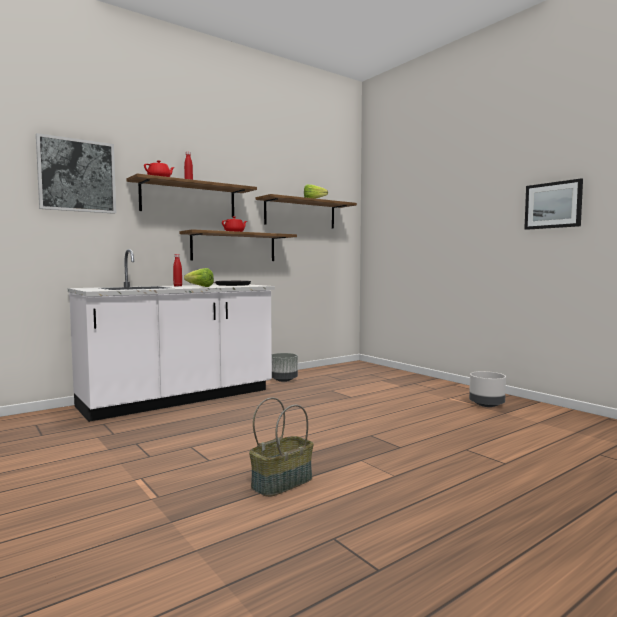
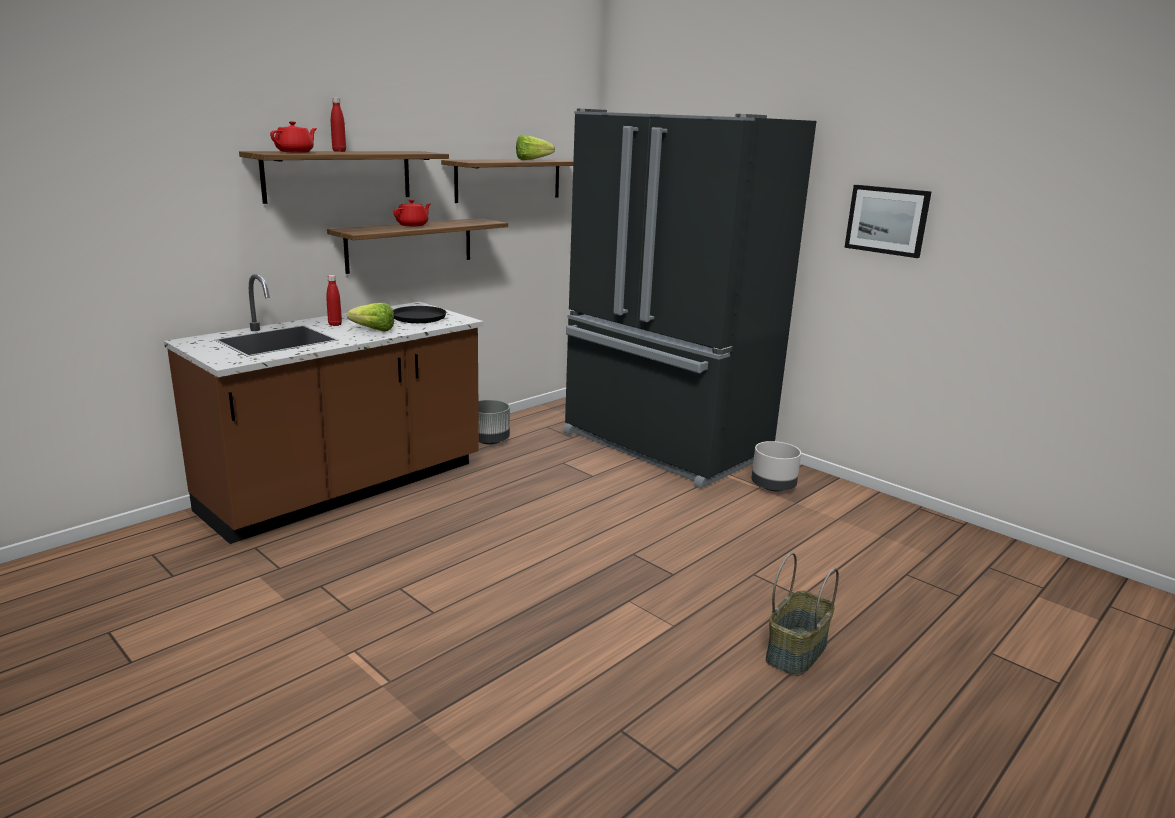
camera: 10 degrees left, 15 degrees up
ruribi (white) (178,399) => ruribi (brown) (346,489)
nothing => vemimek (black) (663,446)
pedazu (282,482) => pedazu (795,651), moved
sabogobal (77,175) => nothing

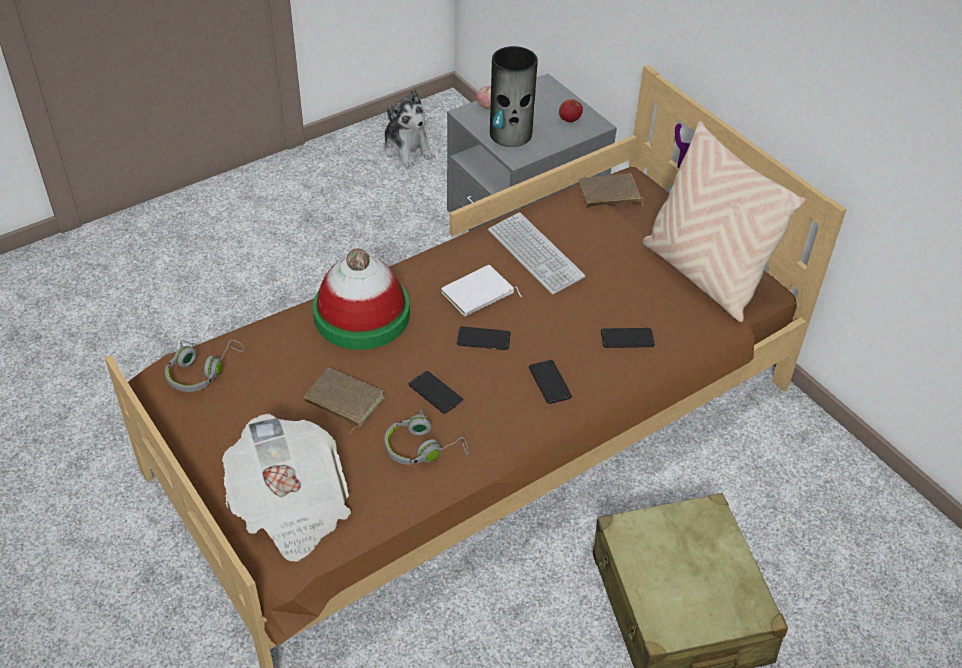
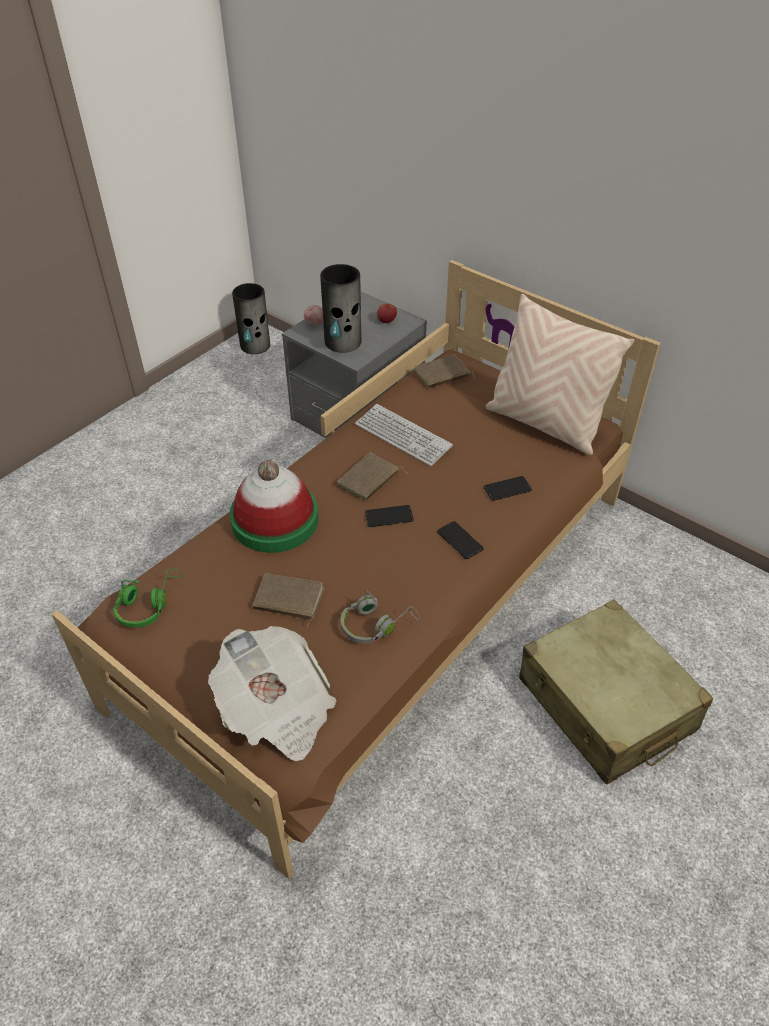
camera: 15 degrees left, 0 degrees up
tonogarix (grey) (202,371) => tonogarix (green) (147,604)
nothing => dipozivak (255,345)
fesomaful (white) (478,295) => fesomaful (brown) (369,480)
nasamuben (407,149) => nothing
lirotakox (435,393) => nothing

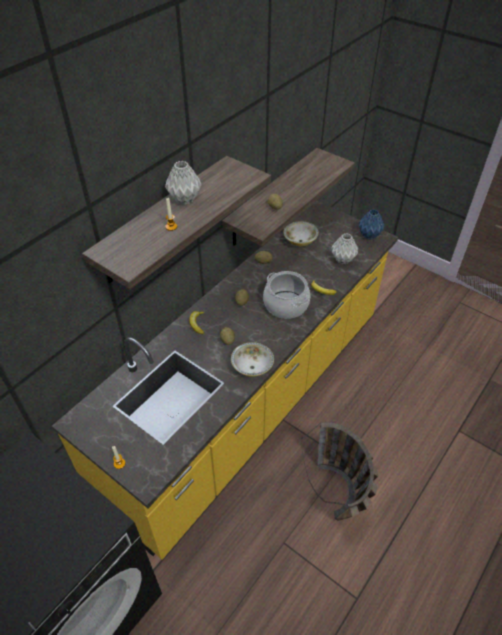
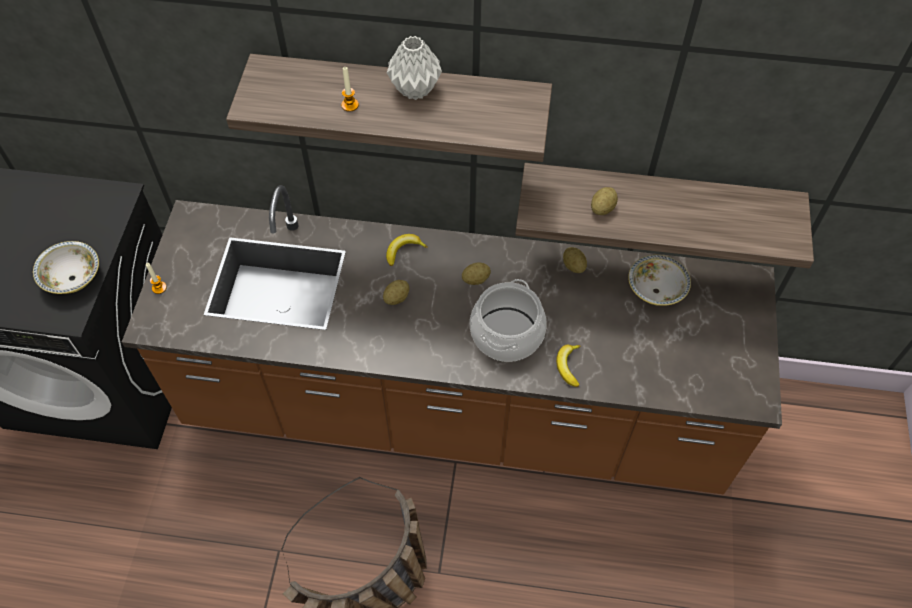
camera: 60 degrees right, 10 degrees up
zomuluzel (252,367) => zomuluzel (73,278), moved
ruribi (yellow) (251,403) => ruribi (brown) (456,409)
dipozivak (grey) (342,259) => nothing
dipozivak (blue) (369,235) => nothing

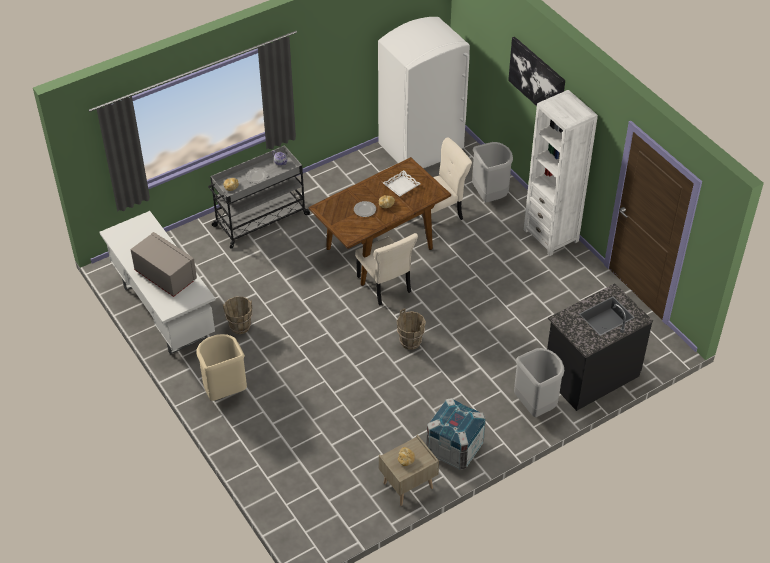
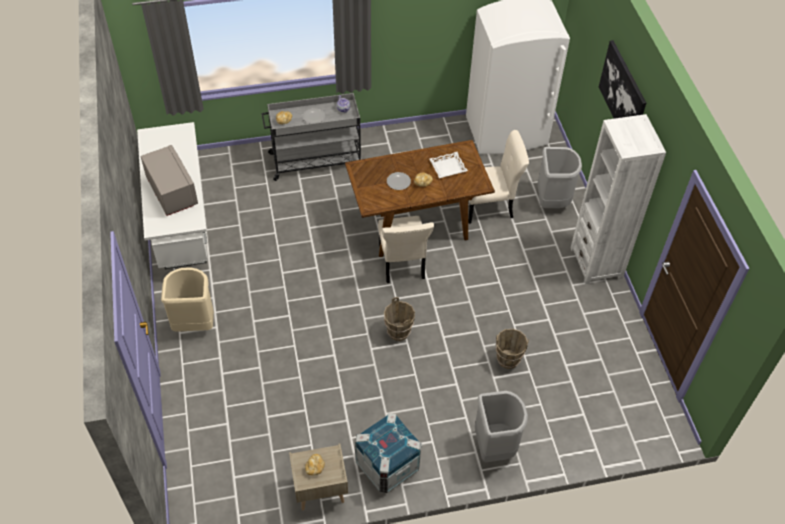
camera: 20 degrees right, 5 degrees up
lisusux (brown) (240,326) => lisusux (brown) (508,359), moved
ruribi (black) (590,375) => nothing

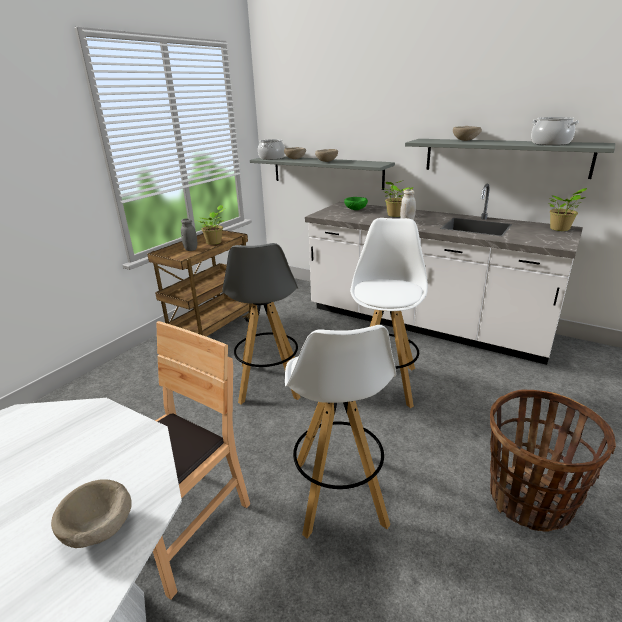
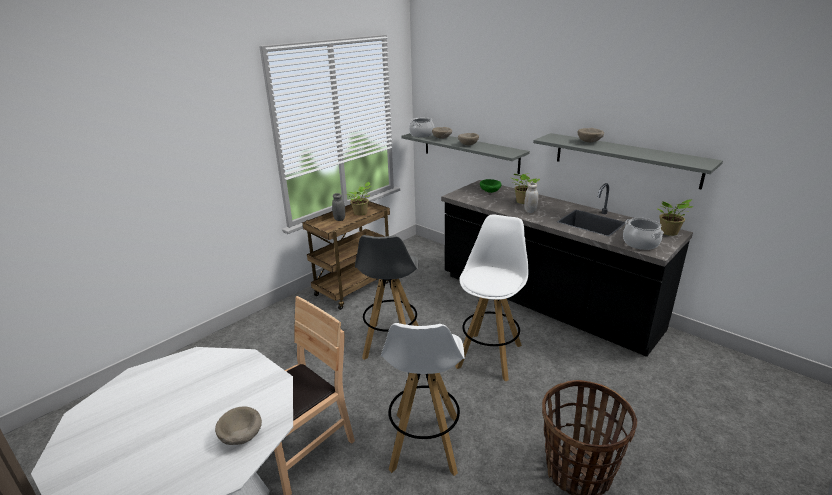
camera: 10 degrees right, 0 degrees up
ruribi (white) (423,324) => ruribi (black) (545,303)
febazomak (550,143) => febazomak (640,243), moved

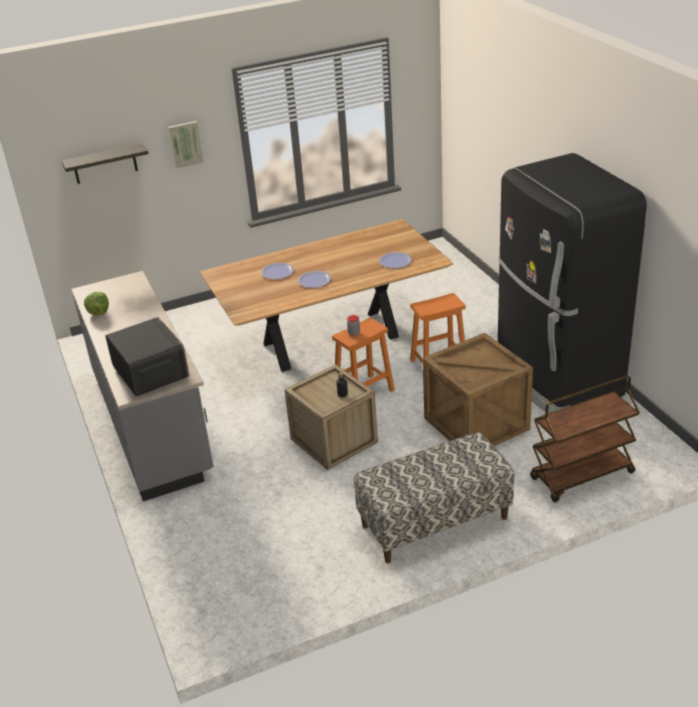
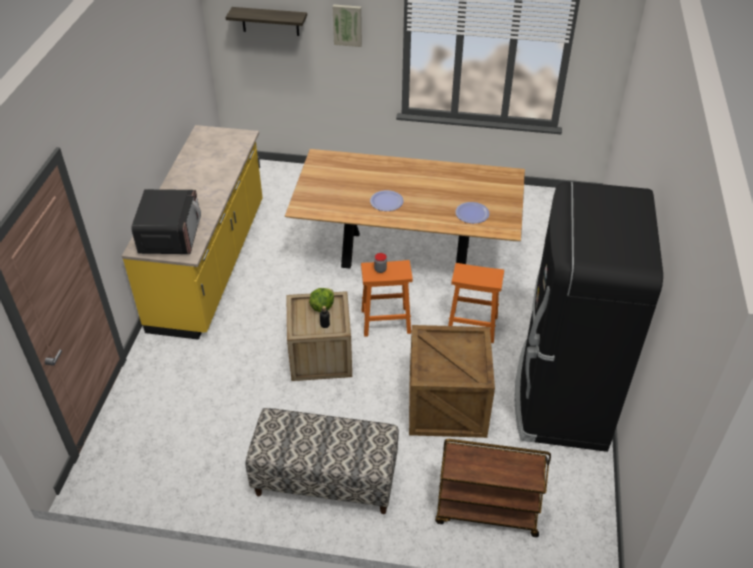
camera: 30 degrees right, 10 degrees up
ruribi (grey) (152,422) => ruribi (yellow) (210,265)
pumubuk (99,312) => pumubuk (322,307), moved
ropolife (277,272) => nothing

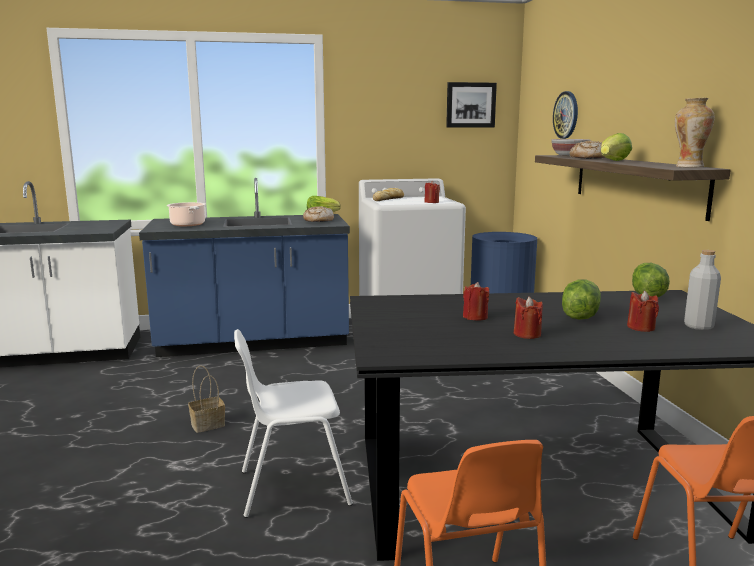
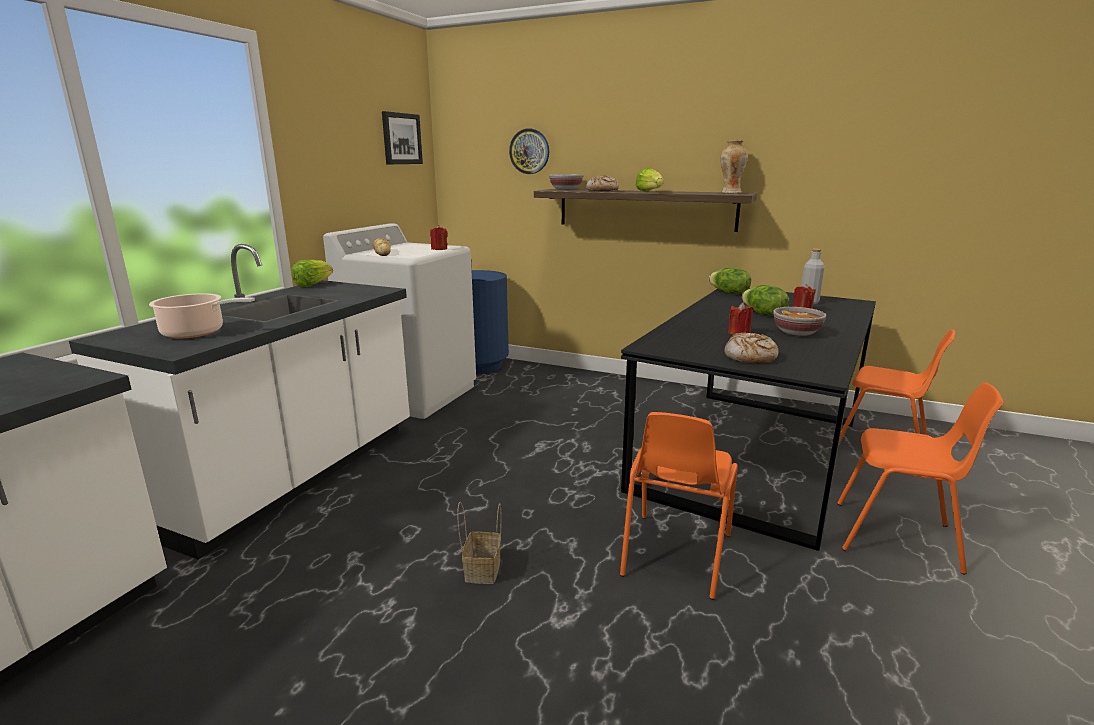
camera: 55 degrees left, 5 degrees up
ruribi (blue) (253,342) => ruribi (white) (292,476)
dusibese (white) (292,487) => dusibese (orange) (674,555)
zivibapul (318,220) => zivibapul (750,357), moved
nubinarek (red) (527,334) => zomuluzel (796,333)

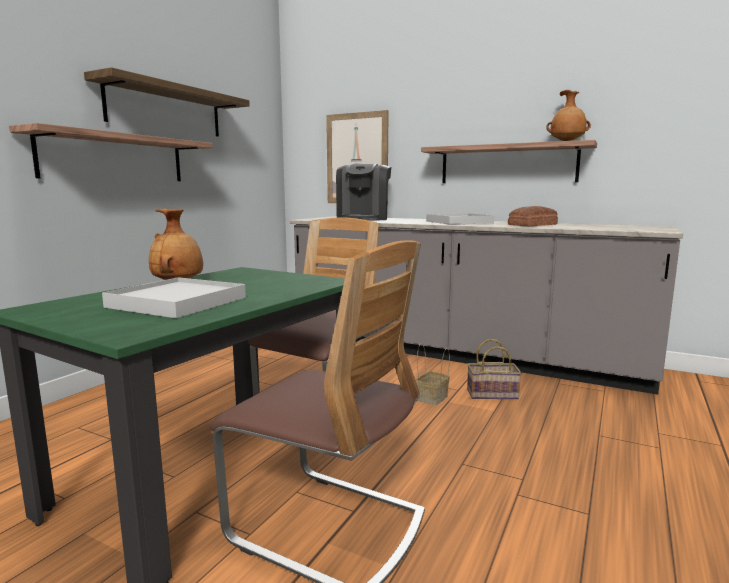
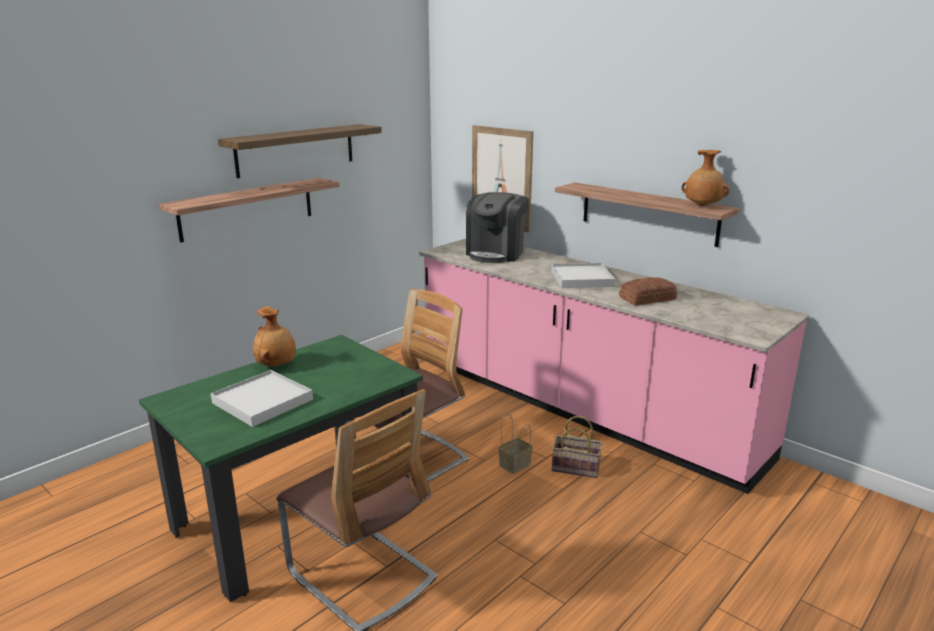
camera: 15 degrees right, 10 degrees up
ruribi (grey) (459,354) => ruribi (pink) (580,409)

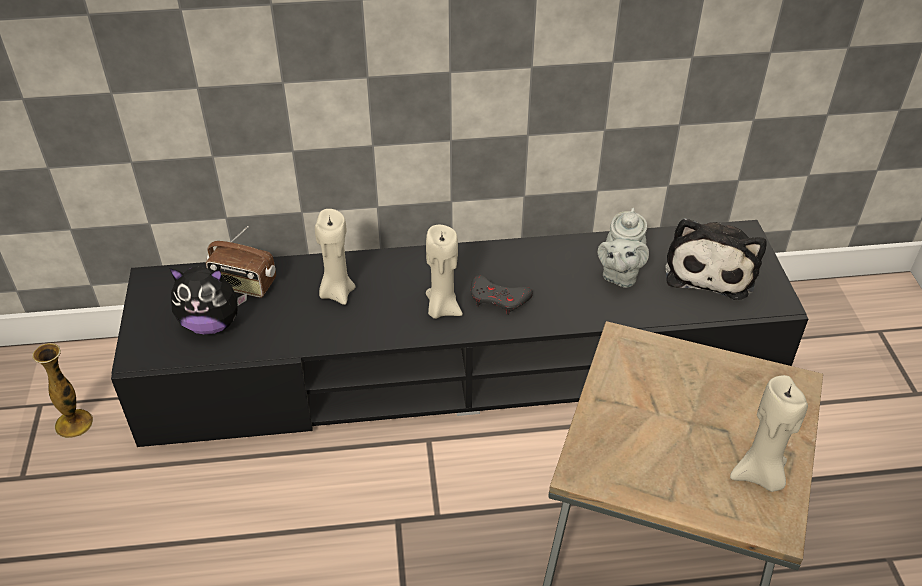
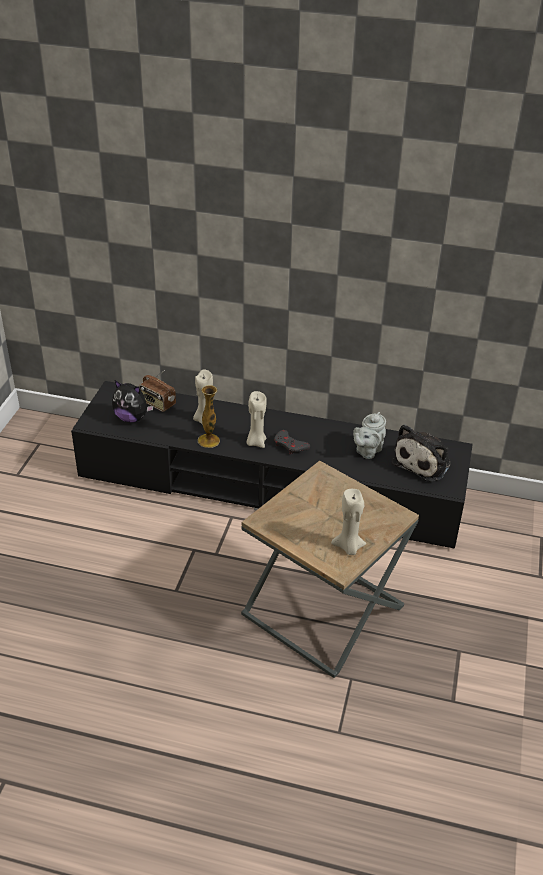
camera: 20 degrees right, 5 degrees down
dipozivak (74,423) => dipozivak (208,441), moved

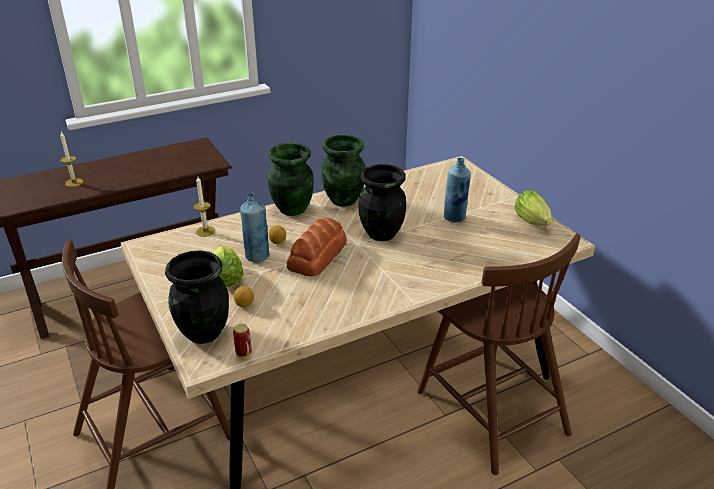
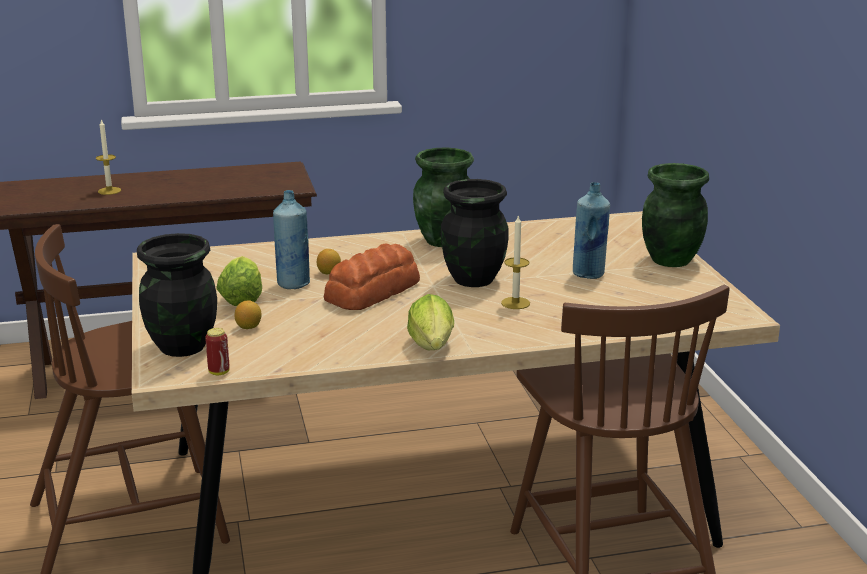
camera: 15 degrees right, 10 degrees down
pumubuk (533,223) => pumubuk (432,348), moved
nubinarek (205,231) => nubinarek (515,303), moved
dipozivak (green) (292,209) => dipozivak (green) (670,260), moved

